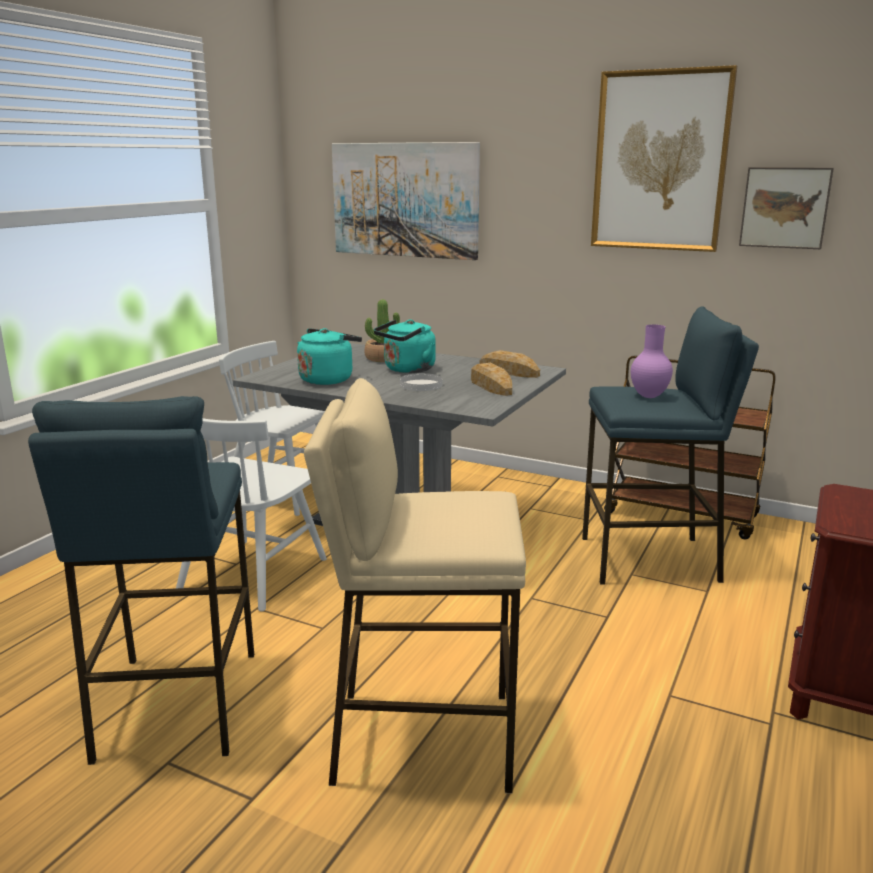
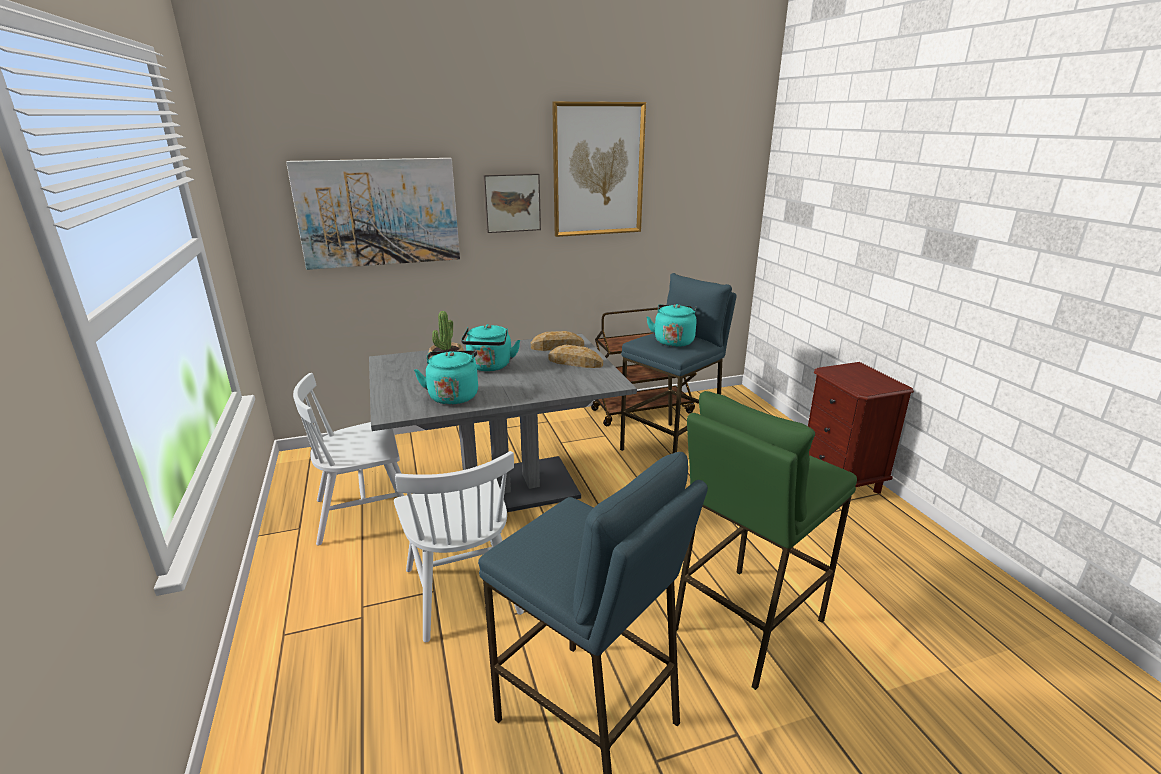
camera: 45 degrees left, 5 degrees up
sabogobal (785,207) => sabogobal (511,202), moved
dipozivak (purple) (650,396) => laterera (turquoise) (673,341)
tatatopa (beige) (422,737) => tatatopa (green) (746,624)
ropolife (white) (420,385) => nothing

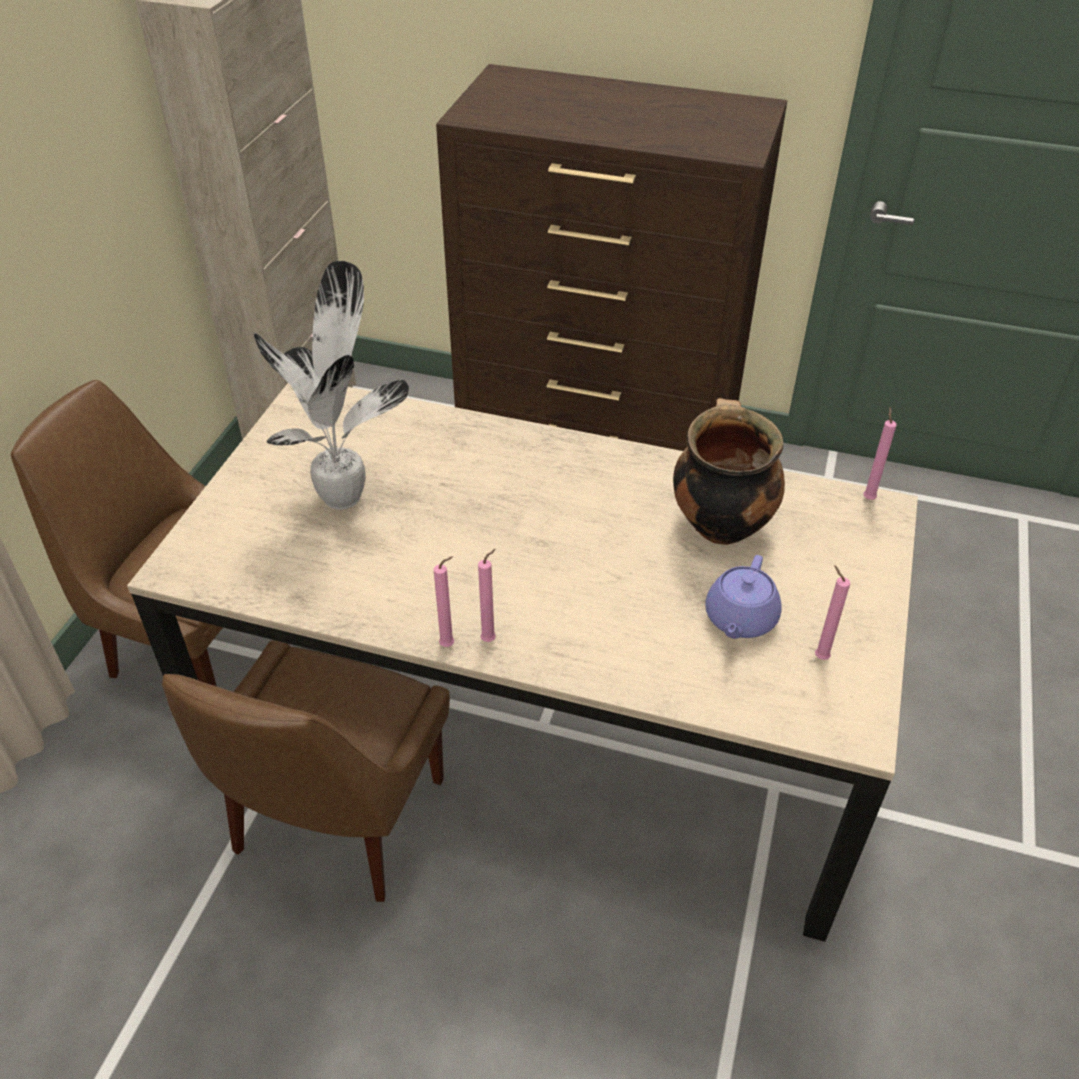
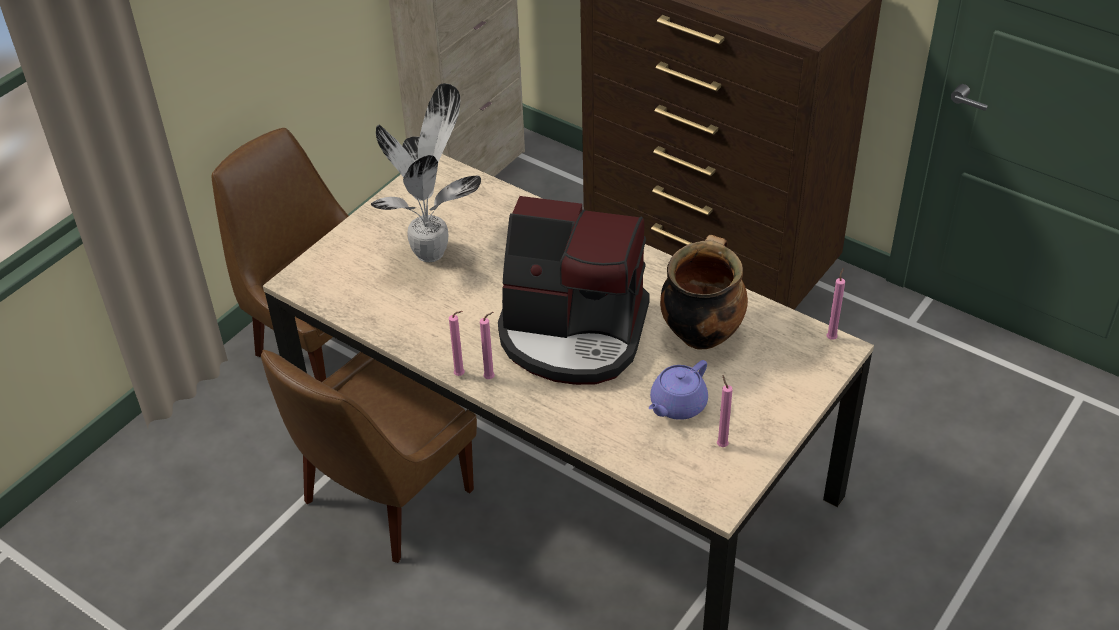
camera: 20 degrees right, 0 degrees up
nothing => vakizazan (573,334)

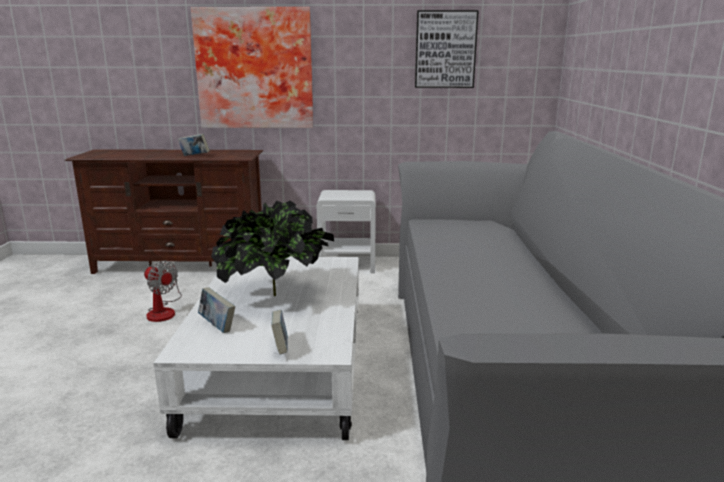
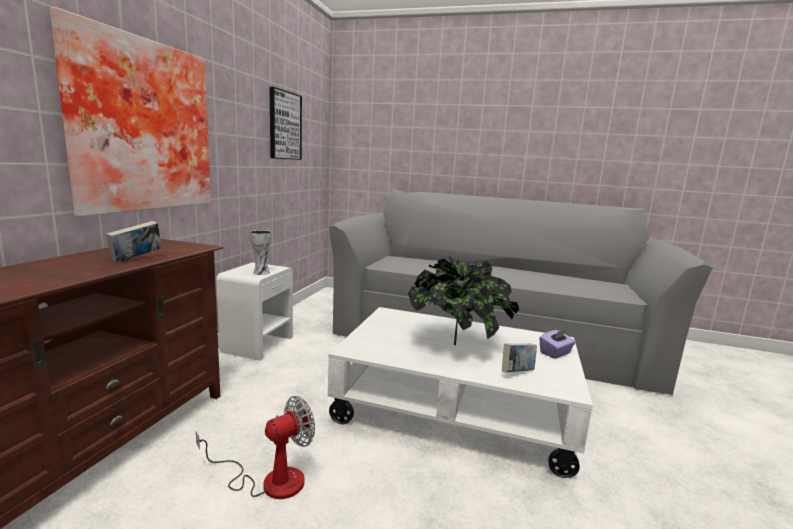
camera: 75 degrees left, 5 degrees down
nothing => dipozivak (262,272)
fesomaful (280,348) => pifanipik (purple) (555,353)

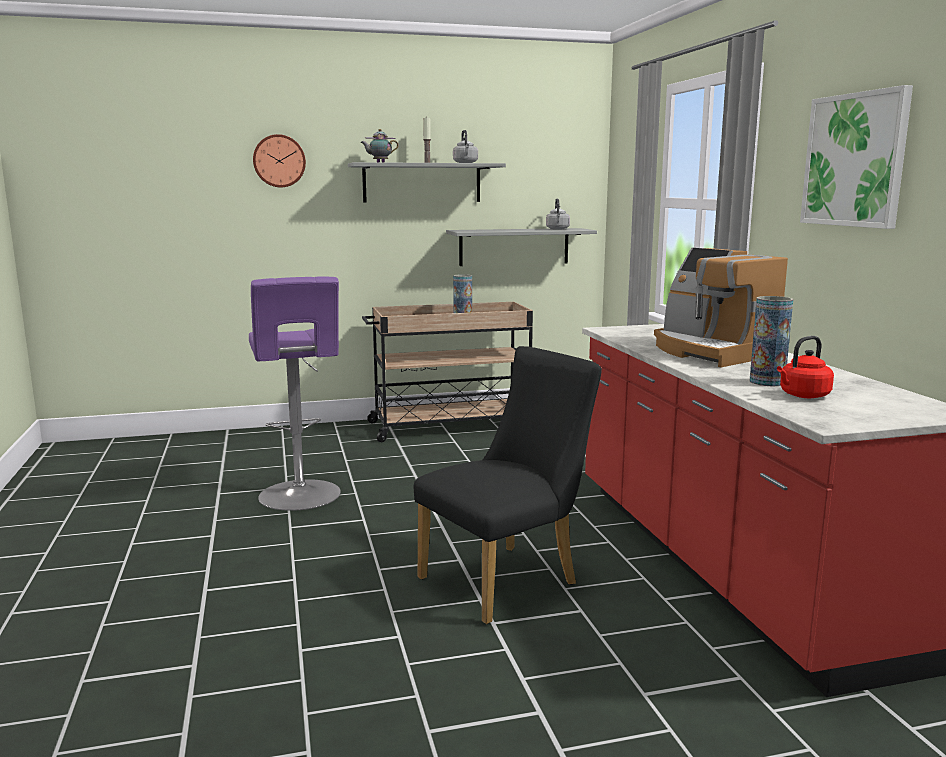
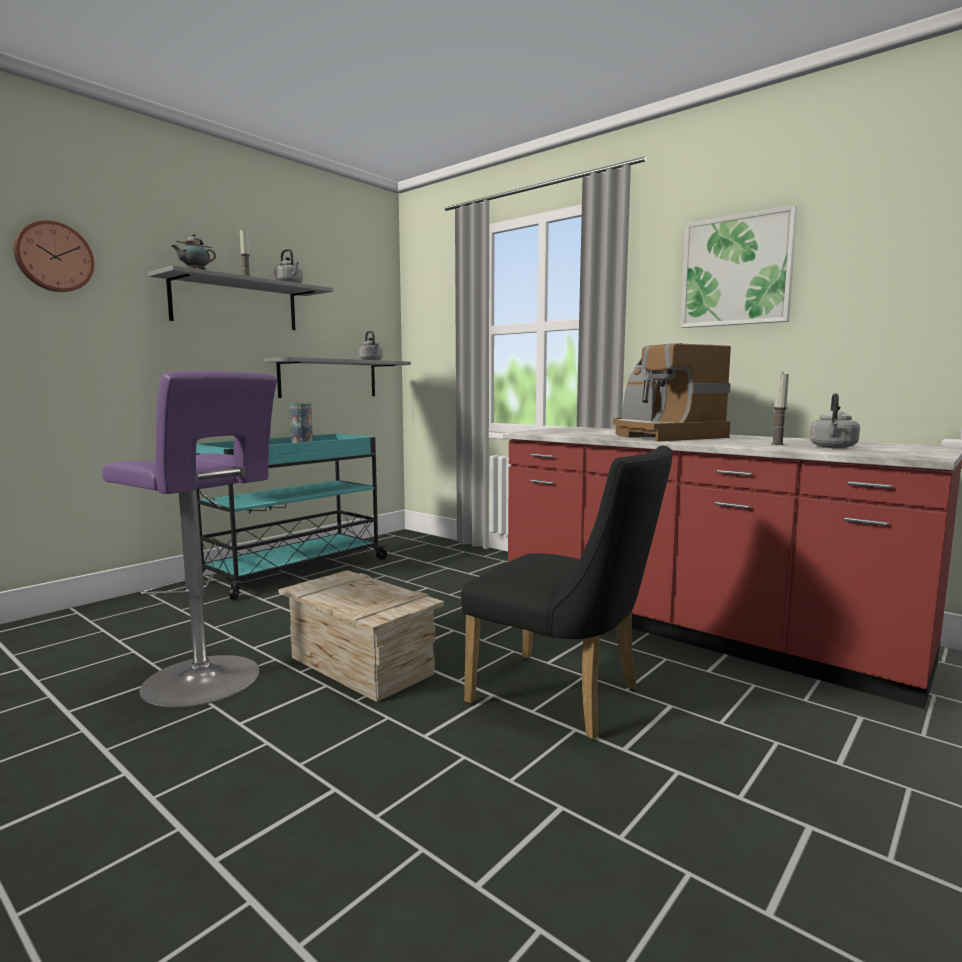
camera: 35 degrees left, 5 degrees down
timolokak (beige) (450,426) => timolokak (turquoise) (293,570)
nothing => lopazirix (361,666)
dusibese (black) (507,579) => dusibese (black) (566,698), 105 degrees clockwise
vakizazan (711,352) => vakizazan (662,436), 45 degrees clockwise
dipozivak (767,382) => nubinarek (777,444)
laterera (red) (802,395) => laterera (grey) (833,447)

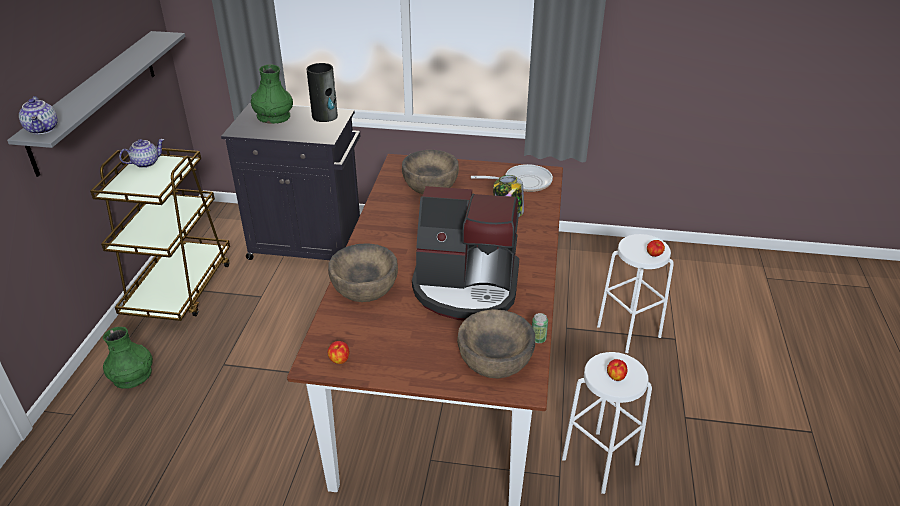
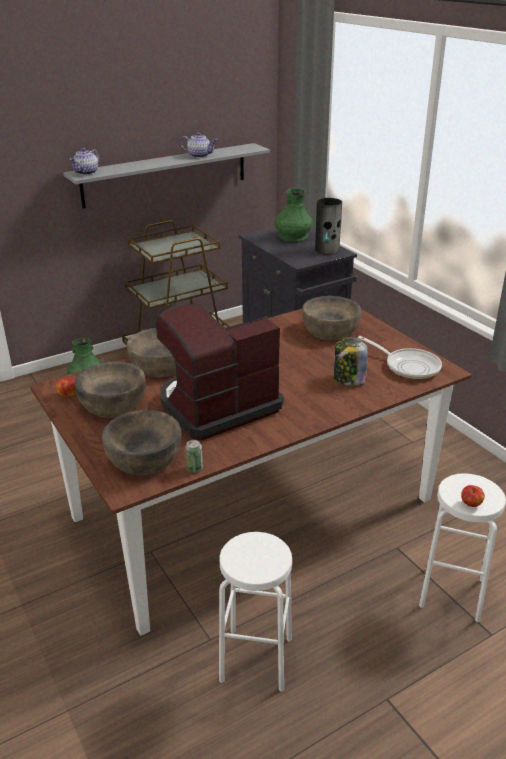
camera: 50 degrees right, 5 degrees down
nothing => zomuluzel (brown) (113,404)
vakizazan (466,288) => vakizazan (217,406), 90 degrees clockwise
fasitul (146,163) => fasitul (199,155), moved
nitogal (615,377) => nothing

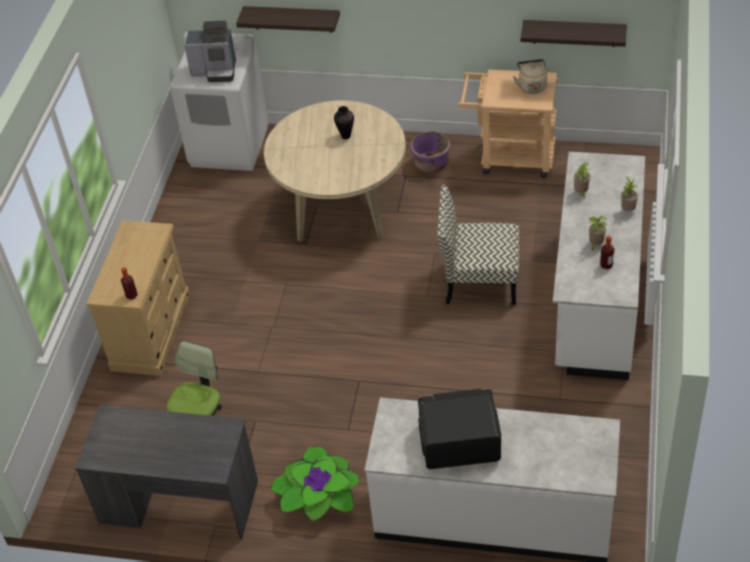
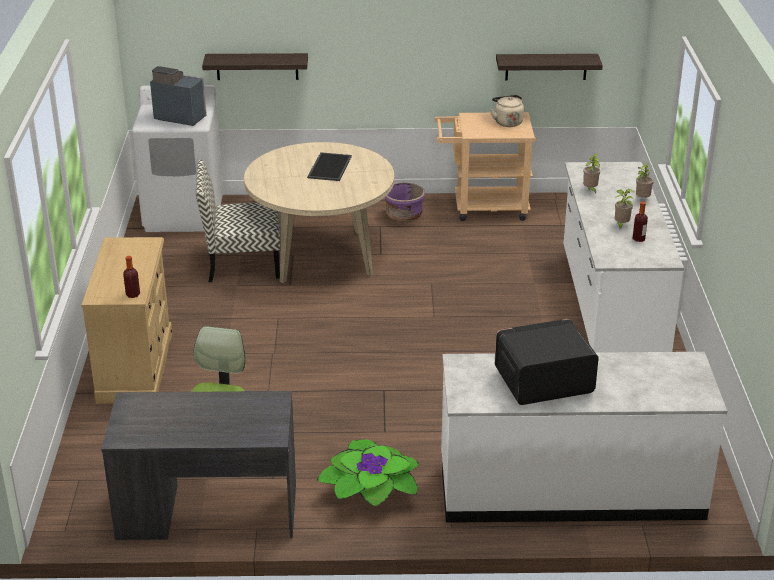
camera: 15 degrees left, 15 degrees down
vakizazan (215,71) => vakizazan (179,117), 150 degrees counterclockwise
dusibese (479,281) => dusibese (242,264), moved
dipozivak (345,136) => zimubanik (329,167)

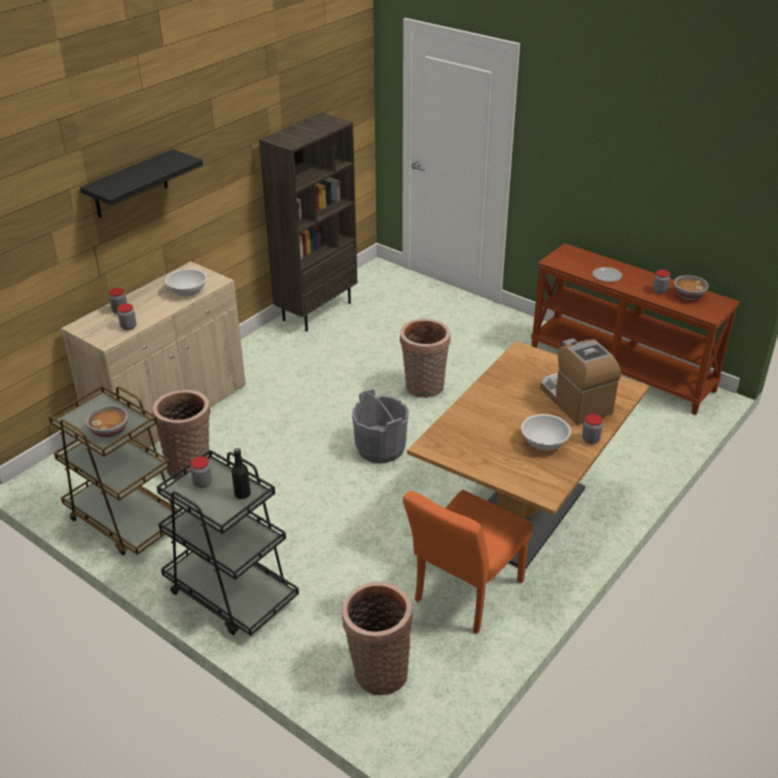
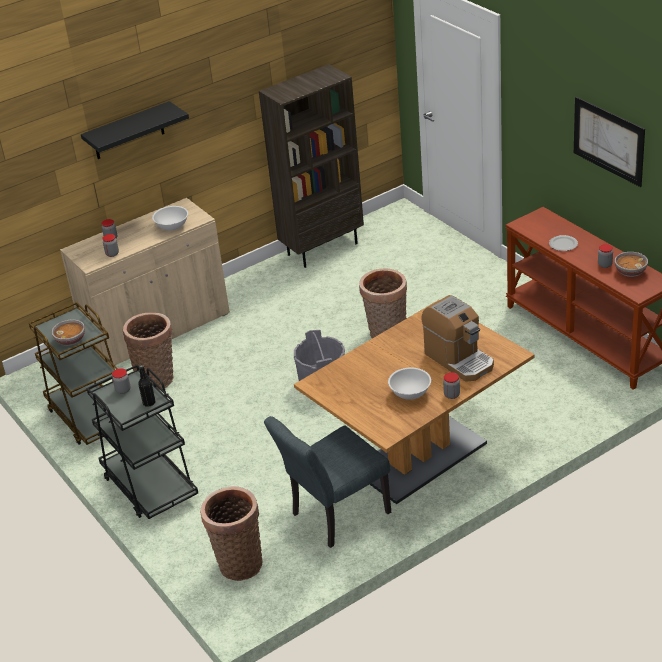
camera: 20 degrees right, 0 degrees up
dusibese (orange) (463,595) => dusibese (grey) (334,516)
vakizazan (575,400) => vakizazan (459,359), 150 degrees clockwise
nothing => sabogobal (608,141)

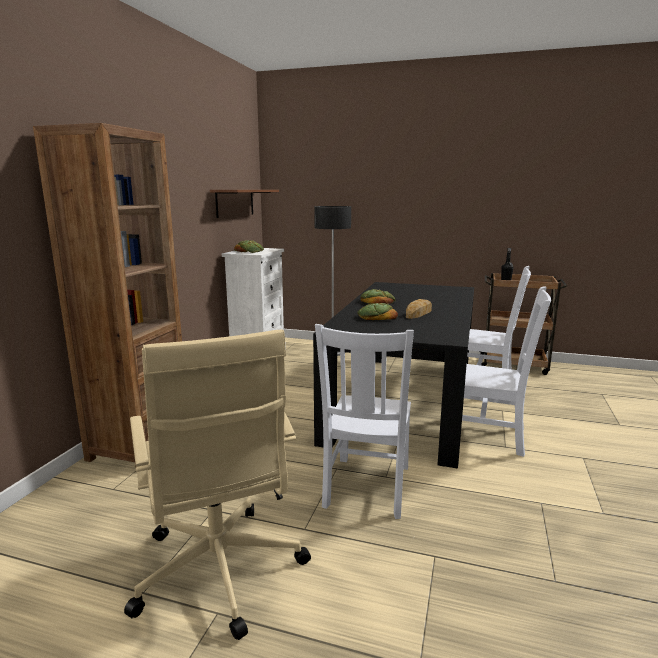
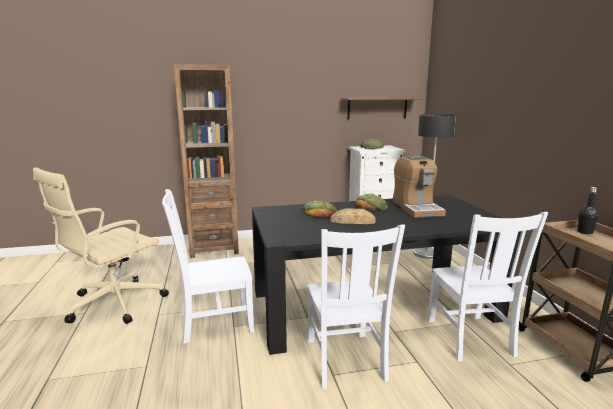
camera: 60 degrees right, 0 degrees up
nothing => vakizazan (416,208)

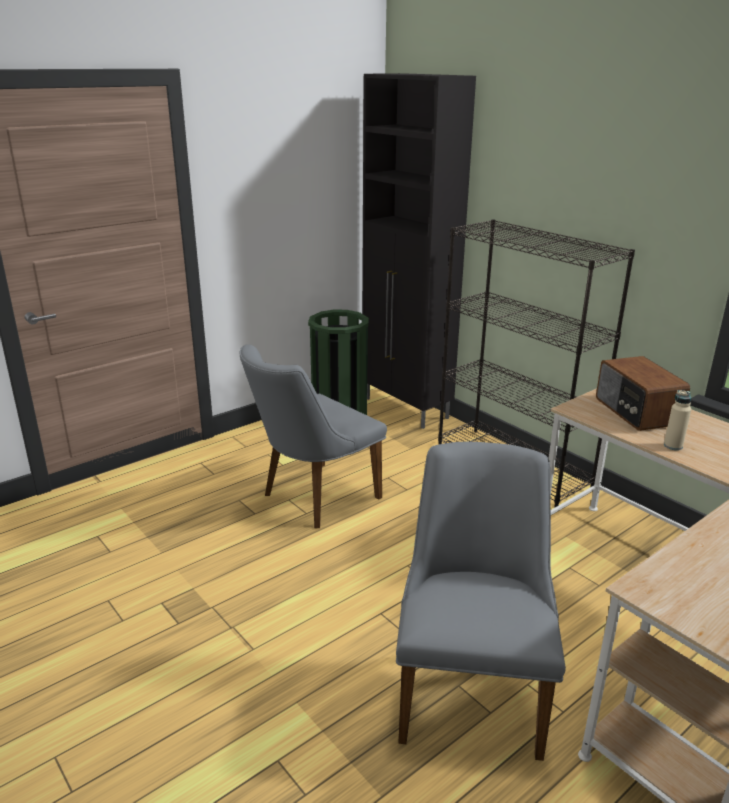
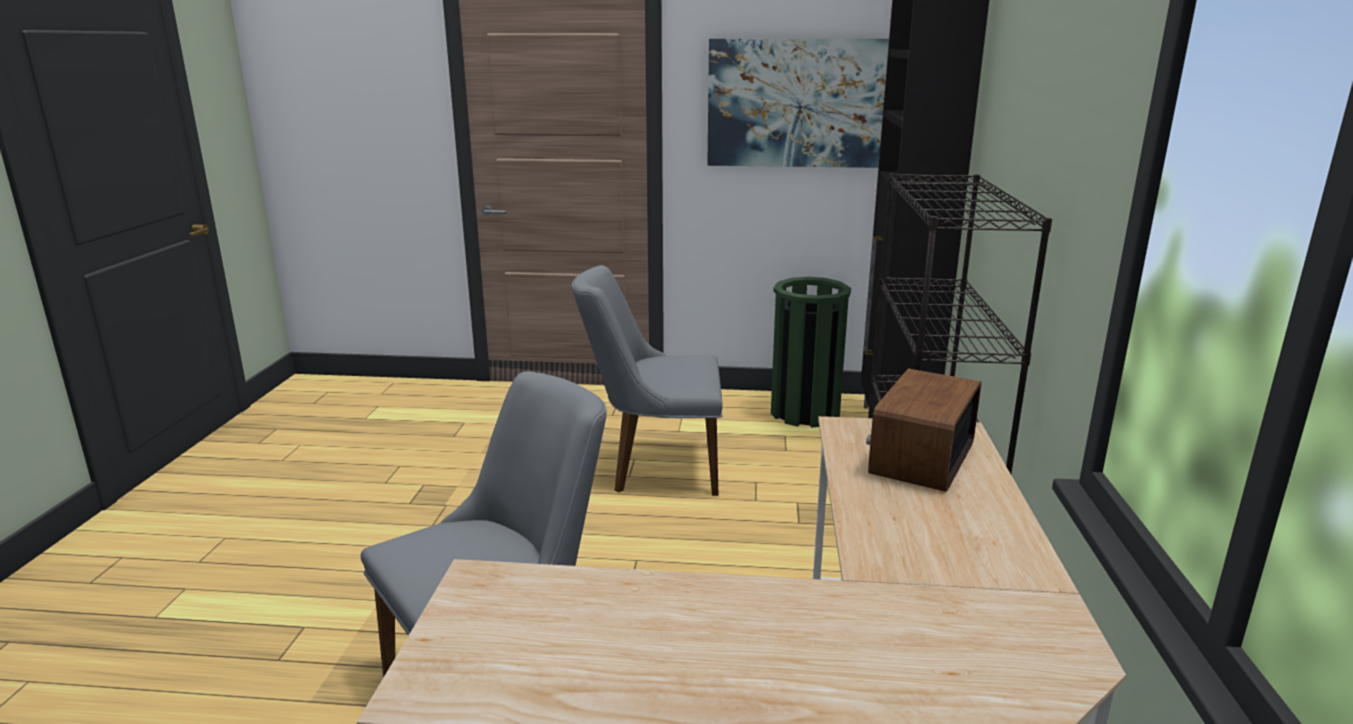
camera: 45 degrees right, 5 degrees down
nothing => sabogobal (799,103)
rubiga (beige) (673,446) => nothing

